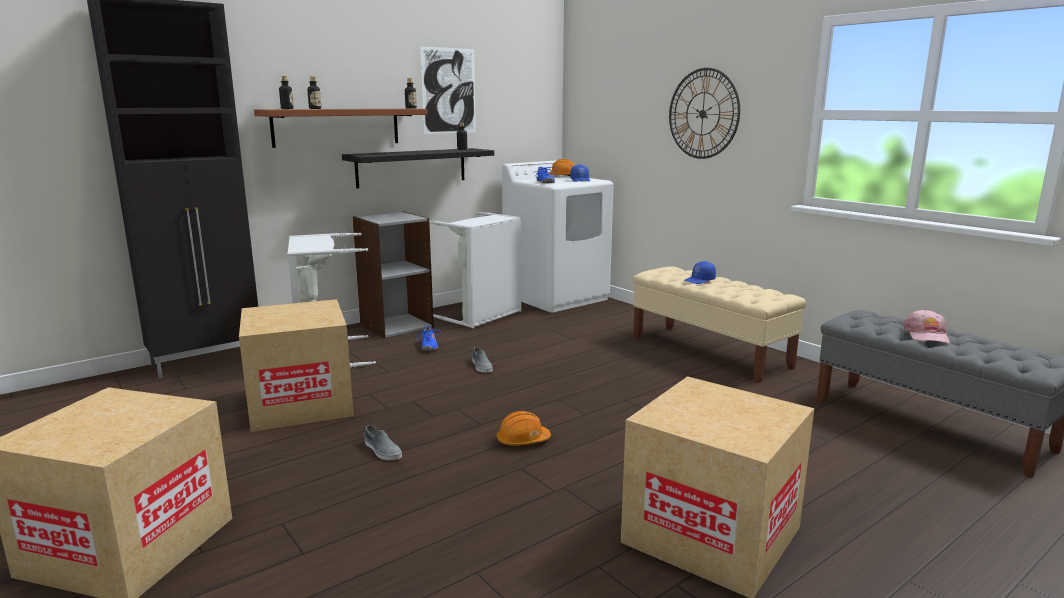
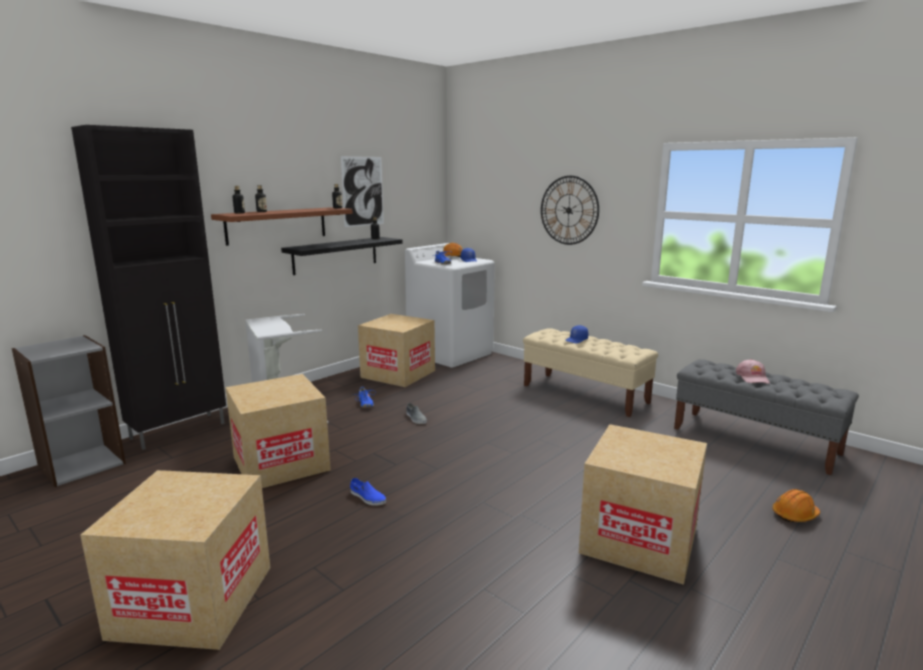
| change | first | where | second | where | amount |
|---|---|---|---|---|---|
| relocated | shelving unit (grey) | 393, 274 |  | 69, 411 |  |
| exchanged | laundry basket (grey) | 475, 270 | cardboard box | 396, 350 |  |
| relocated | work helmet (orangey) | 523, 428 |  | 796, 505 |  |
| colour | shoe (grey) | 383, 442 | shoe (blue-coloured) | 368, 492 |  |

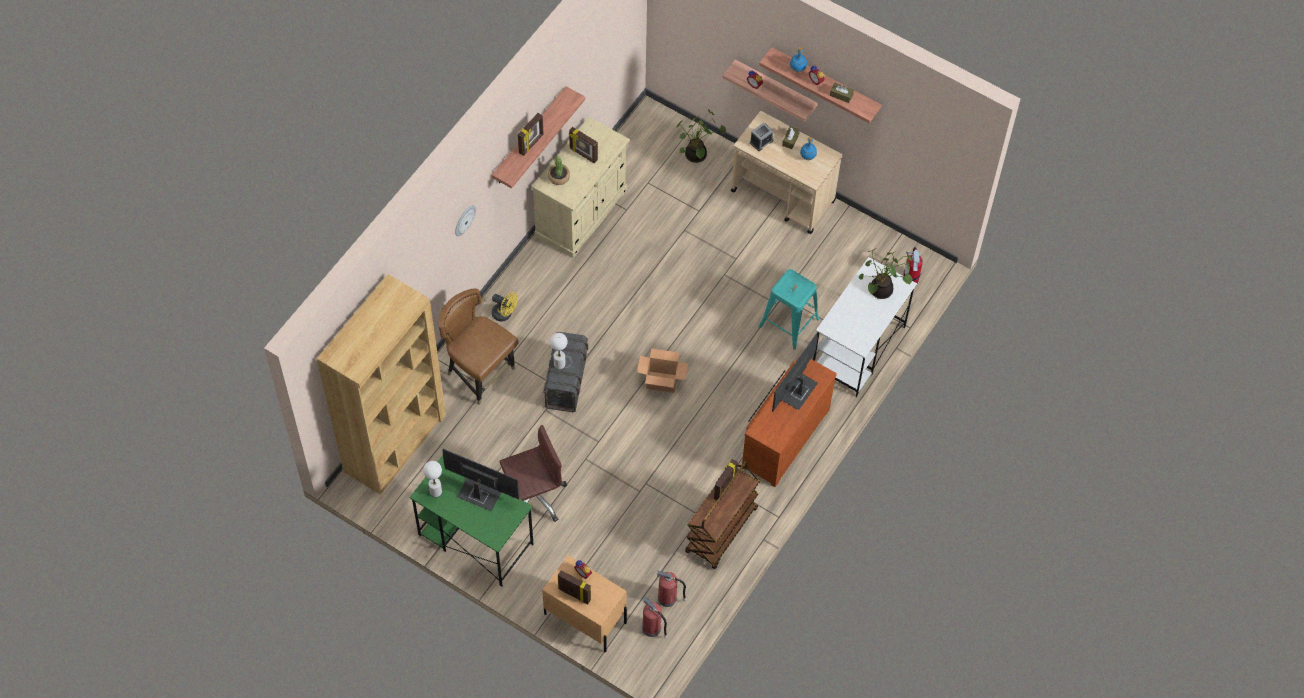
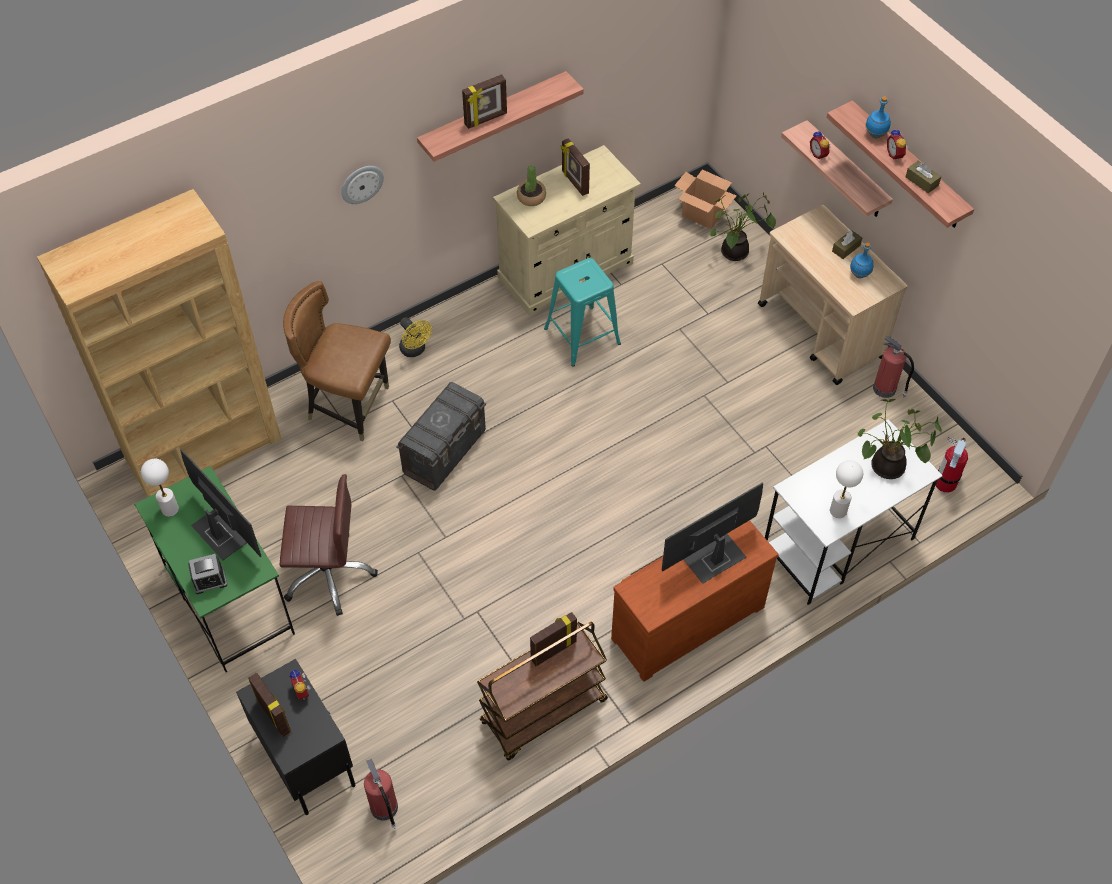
| change | first | where | second | where | amount |
|---|---|---|---|---|---|
| relocated | alarm clock | 761, 137 |  | 207, 574 |  |
| relocated | stool seat (blue-green) | 789, 309 |  | 582, 312 |  |
| spun | upright chair (brown-coloured) | 478, 346 |  | 337, 361 | 45 degrees counterclockwise |
| relocated | lamp for a table (whitish) | 559, 351 |  | 846, 489 |  |
| relocated | cardboard box | 662, 370 |  | 705, 199 |  |
| colour | night table (beige-coloured) | 584, 603 | night table (black-coloured) | 296, 737 |  |
| relocated | fire-fighting cylinder | 671, 589 |  | 893, 367 |  |

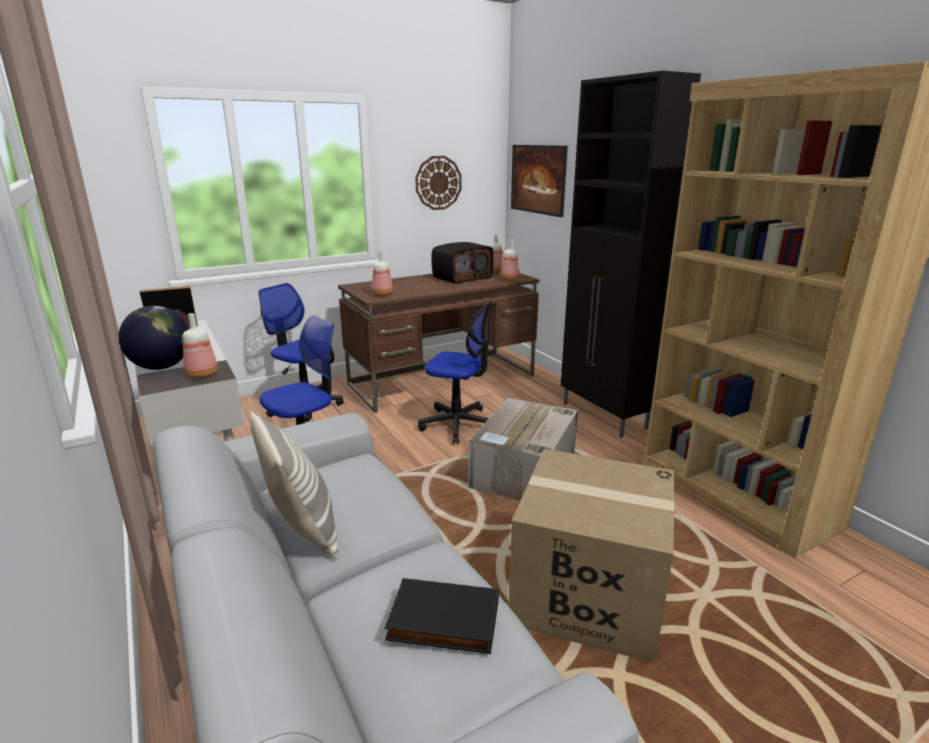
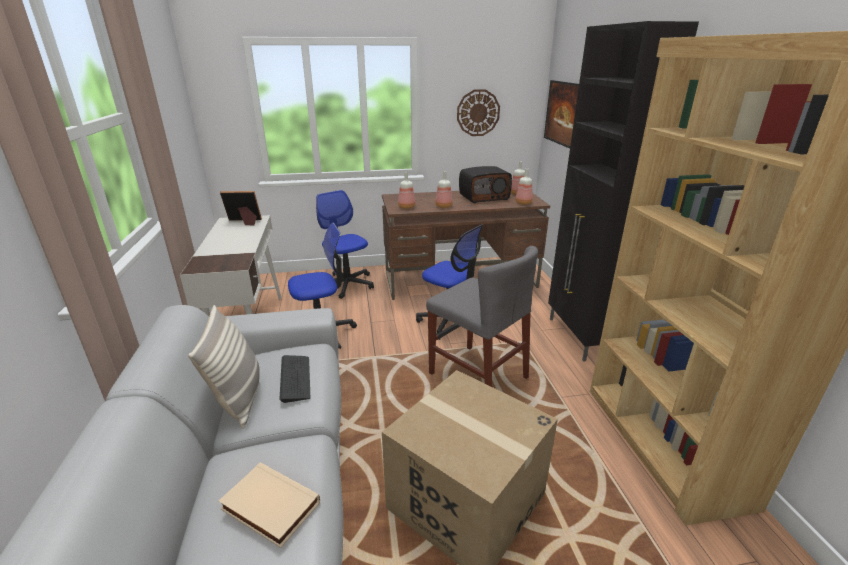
| change | first | where | second | where | amount |
|---|---|---|---|---|---|
| missing | globe | 153, 338 |  |  |  |
| relocated | drink bottle | 200, 346 |  | 444, 189 |  |
| exchanged | cardboard box | 523, 449 | upright chair (grey) | 482, 316 |  |
| colour | bound book (black-coloured) | 441, 616 | bound book (beige-coloured) | 269, 505 |  |
| appeared |  |  | computer keyboard | 294, 379 |  |

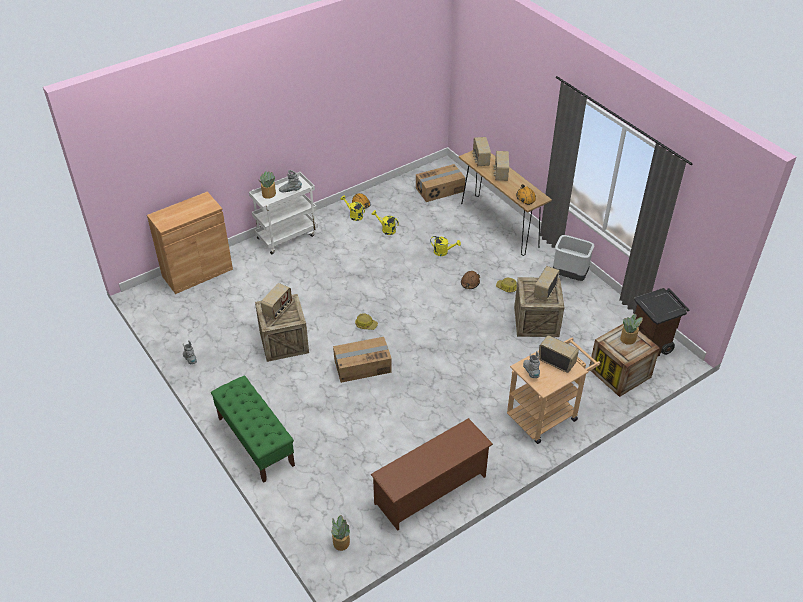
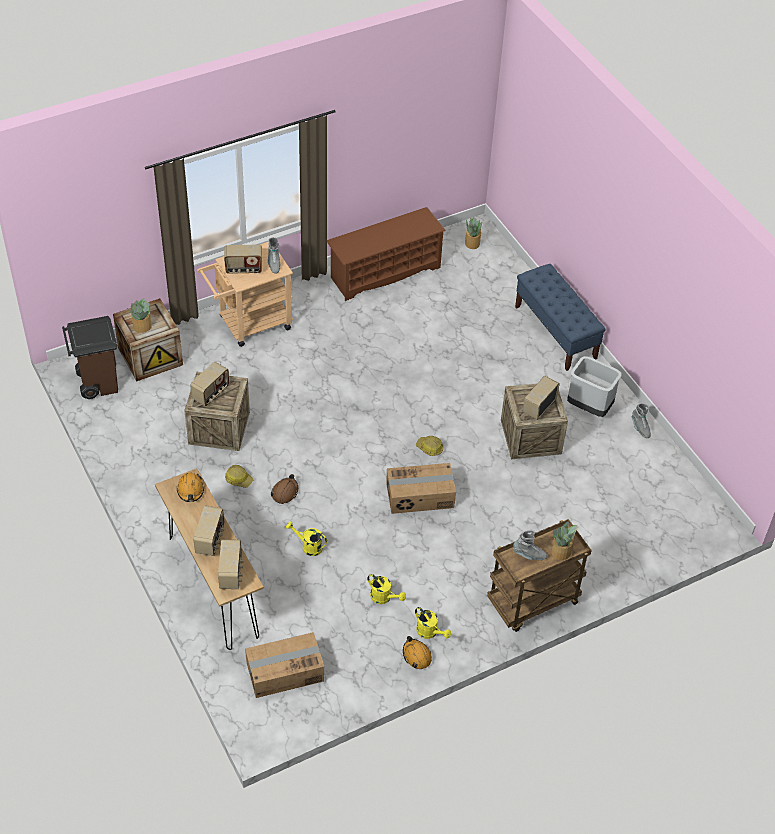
| change | first | where | second | where | amount |
|---|---|---|---|---|---|
| colour | trolley (whitish) | 283, 213 | trolley (brown-coloured) | 539, 575 |  |
| missing | storage cabinet (brown-coloured) | 190, 243 |  |  |  |
| relocated | waste bin (grey) | 573, 258 |  | 594, 386 |  |
| spun | radio set | 558, 354 |  | 243, 259 | 45 degrees counterclockwise |
| relocated | cardboard box | 362, 360 |  | 421, 488 |  |
| colour | bench (green) | 253, 429 | bench (blue-coloured) | 560, 317 |  |

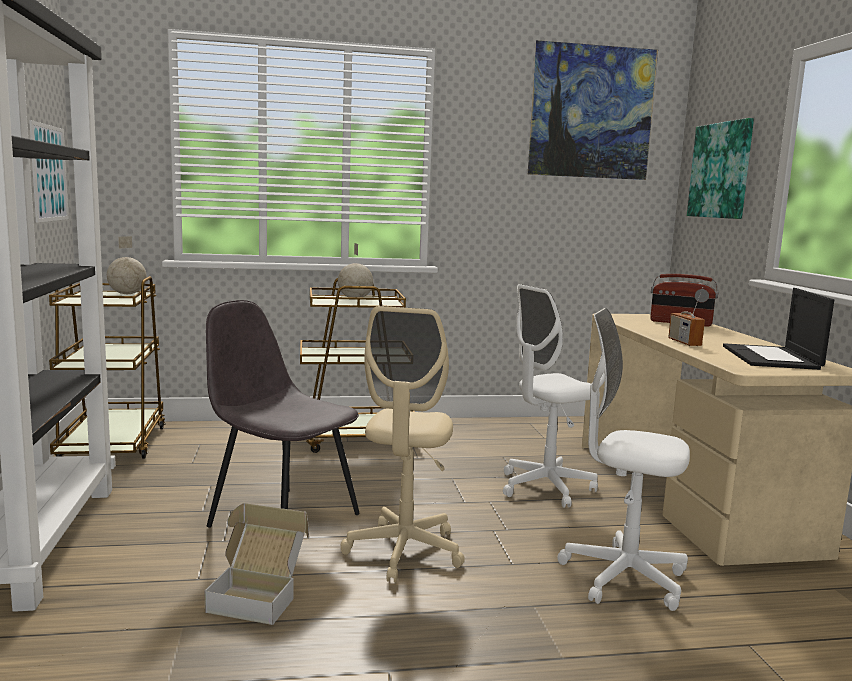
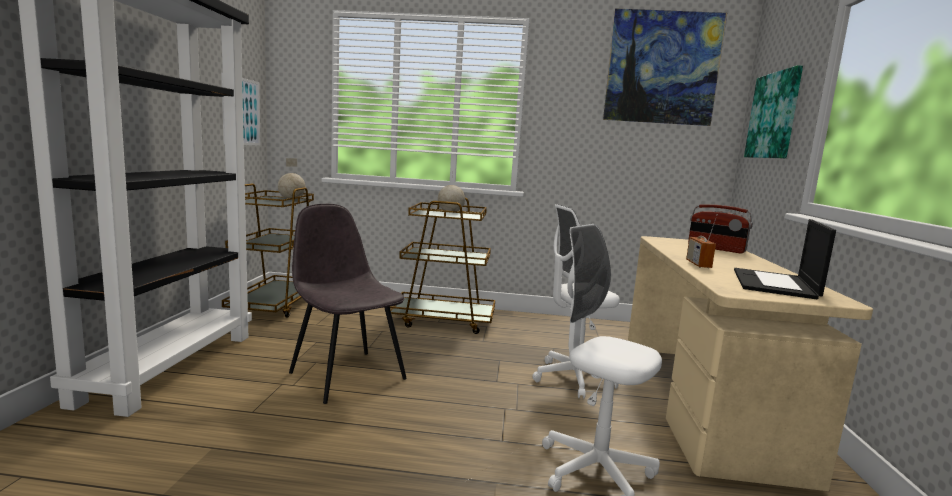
| change | first | where | second | where | amount |
|---|---|---|---|---|---|
| missing | desk chair (beige-coloured) | 403, 444 |  |  |  |
| missing | cardboard box | 256, 564 |  |  |  |

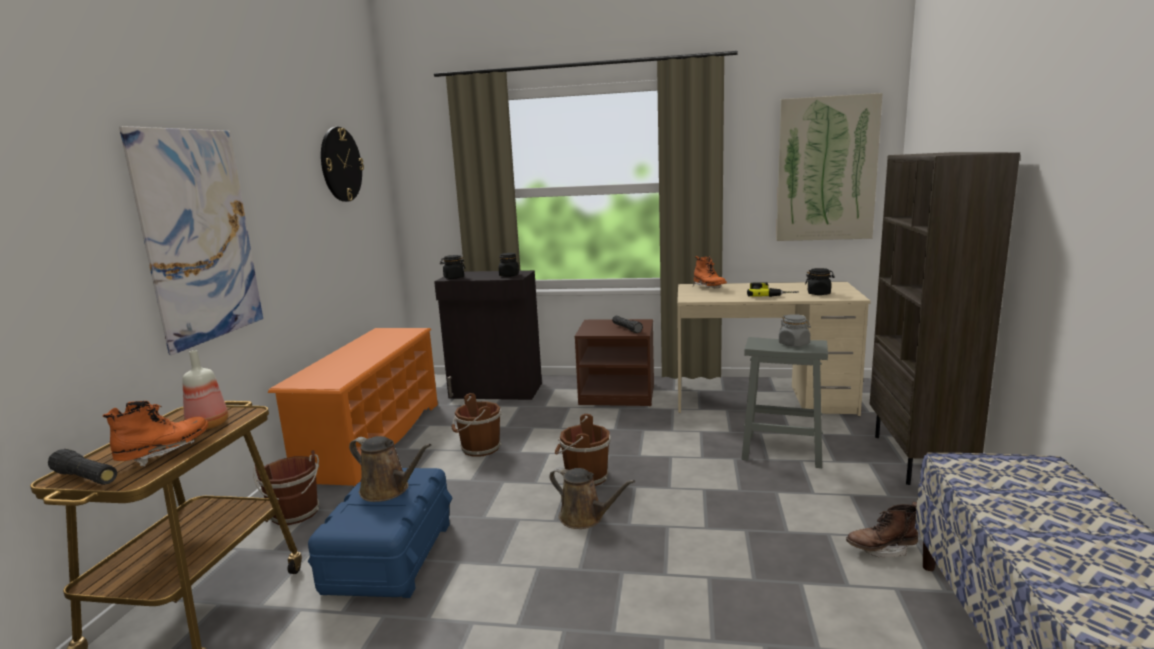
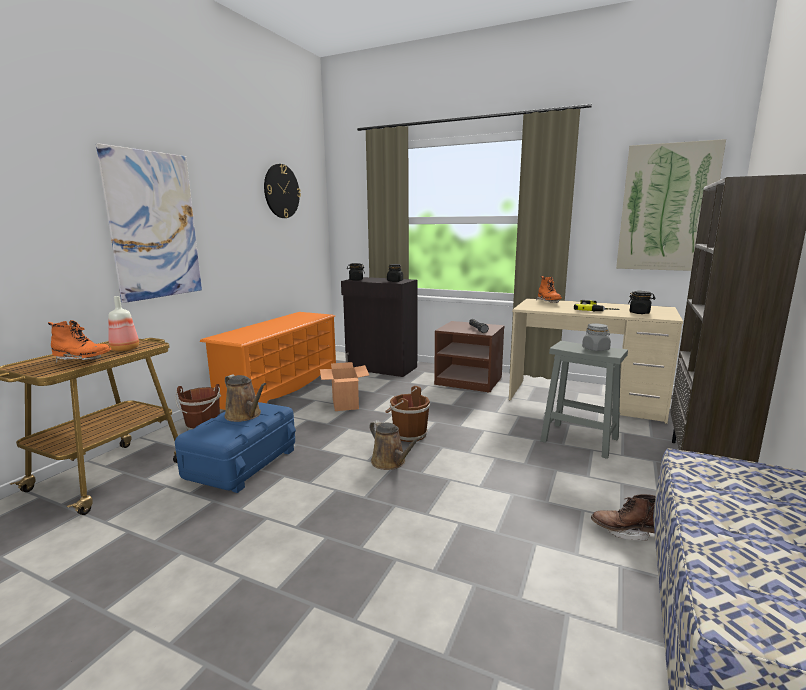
| change | first | where | second | where | amount |
|---|---|---|---|---|---|
| exchanged | pail (brown-coloured) | 476, 425 | cardboard box | 344, 386 |  |
| spun | boot (orangey) | 155, 434 |  | 80, 341 | 45 degrees clockwise |
| missing | hand torch (black-coloured) | 82, 467 |  |  |  |

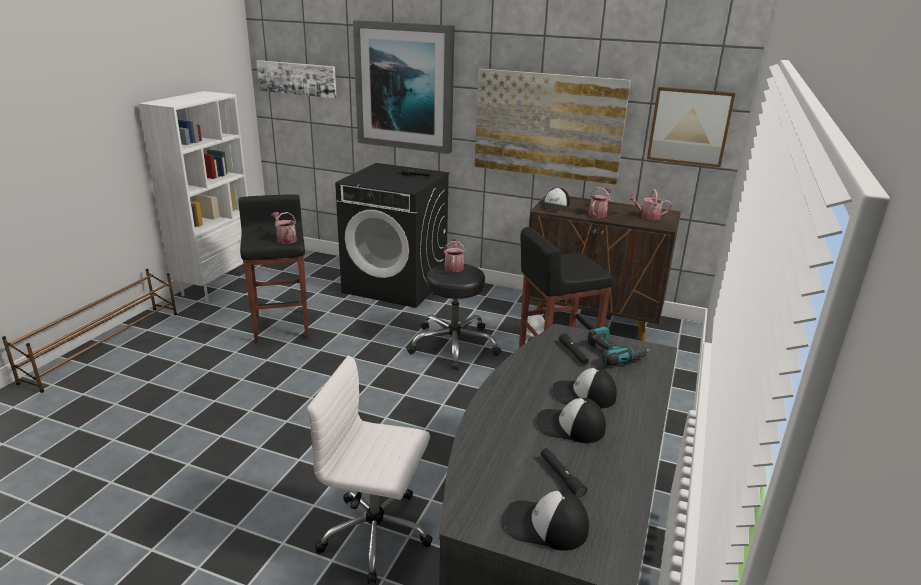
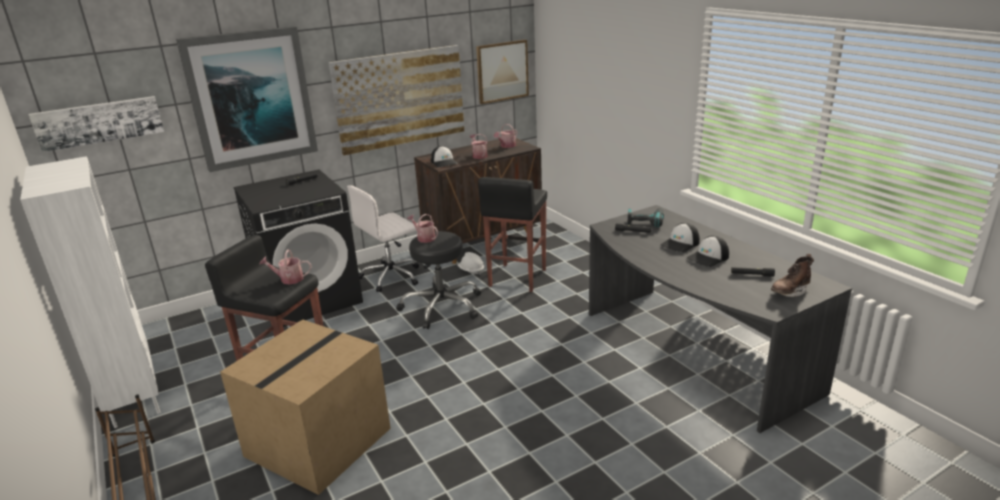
| change | first | where | second | where | amount |
|---|---|---|---|---|---|
| relocated | desk chair (whitish) | 370, 470 |  | 383, 238 |  |
| exchanged | cap | 546, 520 | boot (brown-coloured) | 792, 275 |  |
| appeared |  |  | cardboard box | 305, 407 |  |

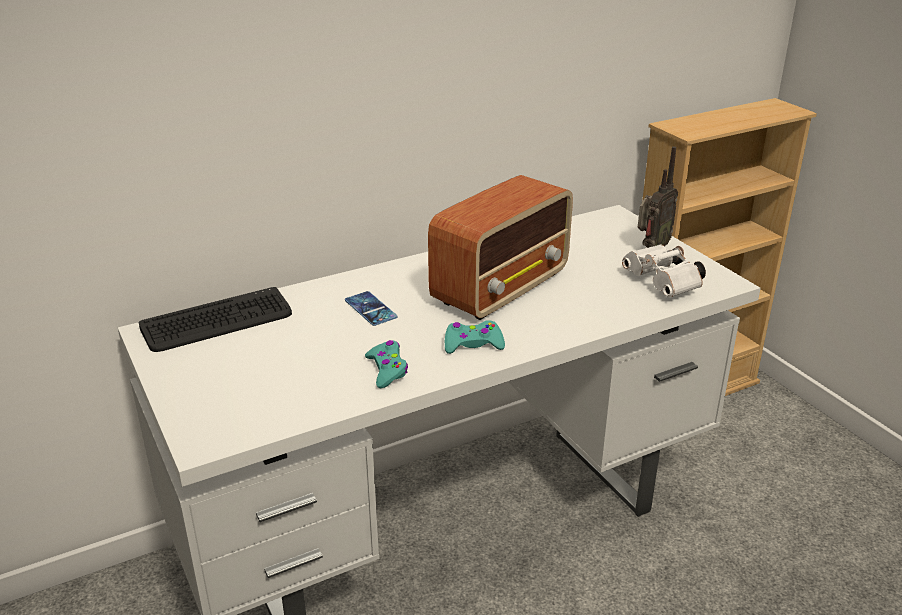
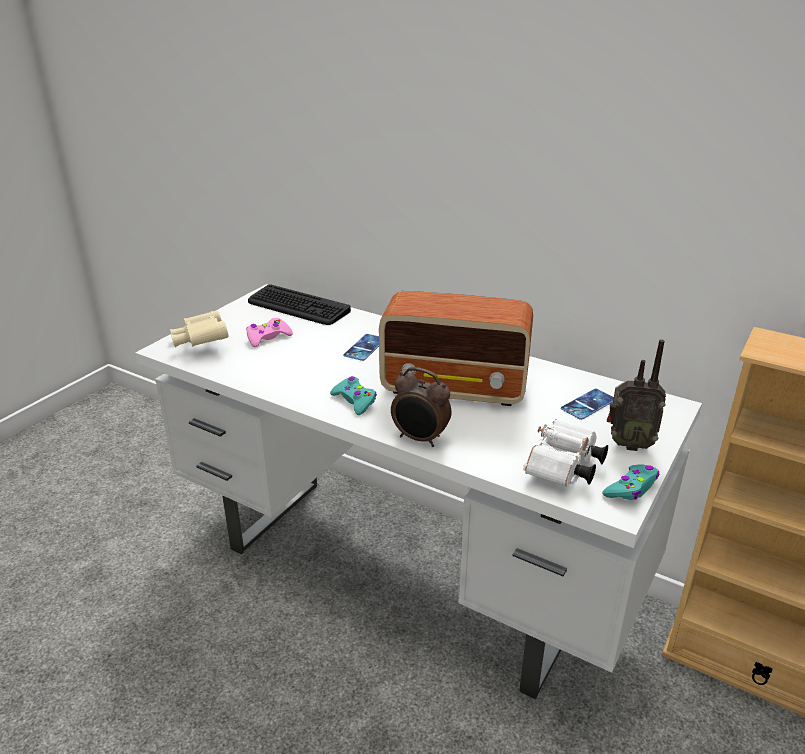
| change | first | where | second | where | amount |
|---|---|---|---|---|---|
| relocated | joypad (blue-green) | 386, 364 |  | 630, 482 |  |
| appeared |  |  | pair of binoculars (beige-coloured) | 199, 329 |  |
| appeared |  |  | joypad (pink) | 269, 332 |  |
| appeared |  |  | alarm clock | 421, 407 |  |
| appeared |  |  | handset | 587, 404 |  |

